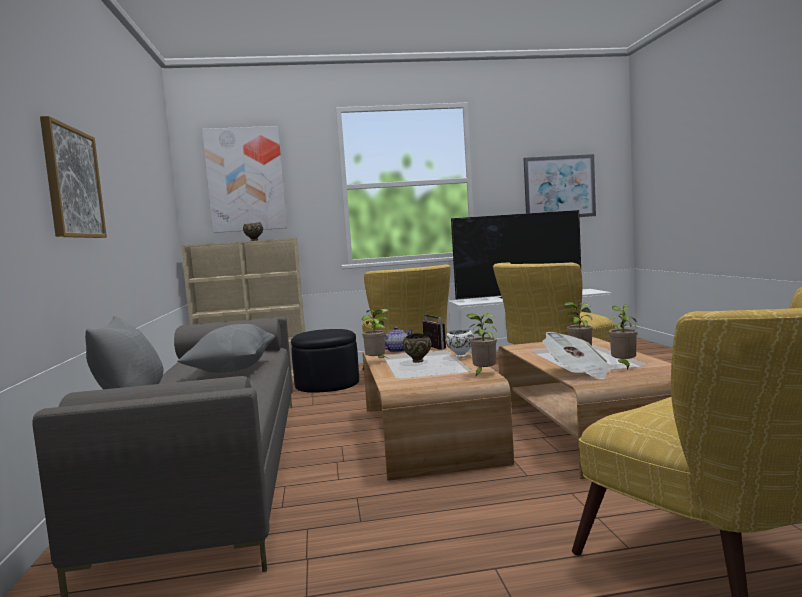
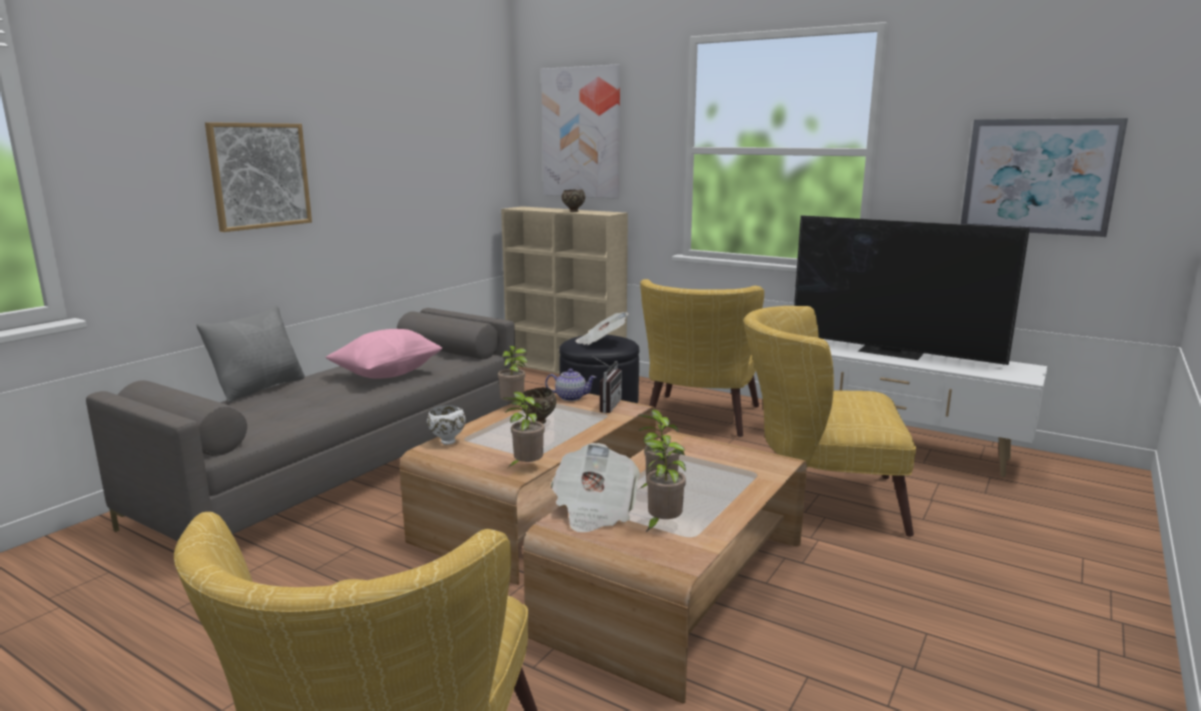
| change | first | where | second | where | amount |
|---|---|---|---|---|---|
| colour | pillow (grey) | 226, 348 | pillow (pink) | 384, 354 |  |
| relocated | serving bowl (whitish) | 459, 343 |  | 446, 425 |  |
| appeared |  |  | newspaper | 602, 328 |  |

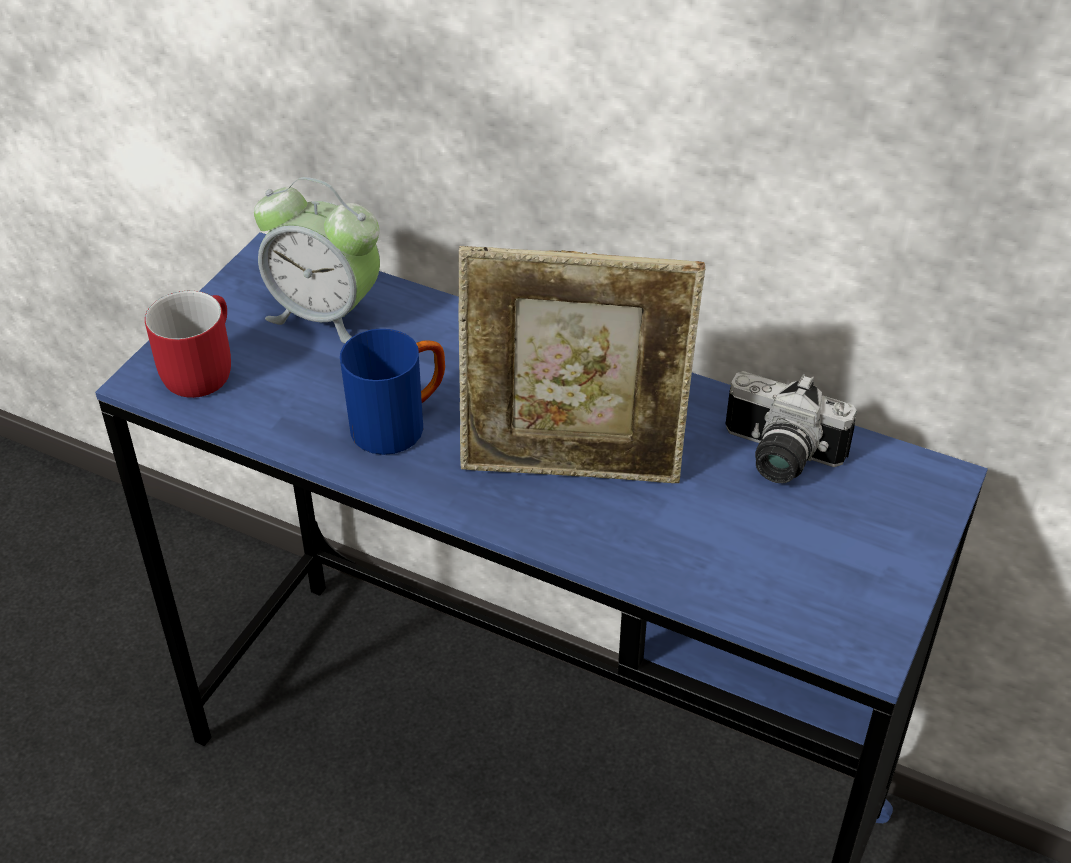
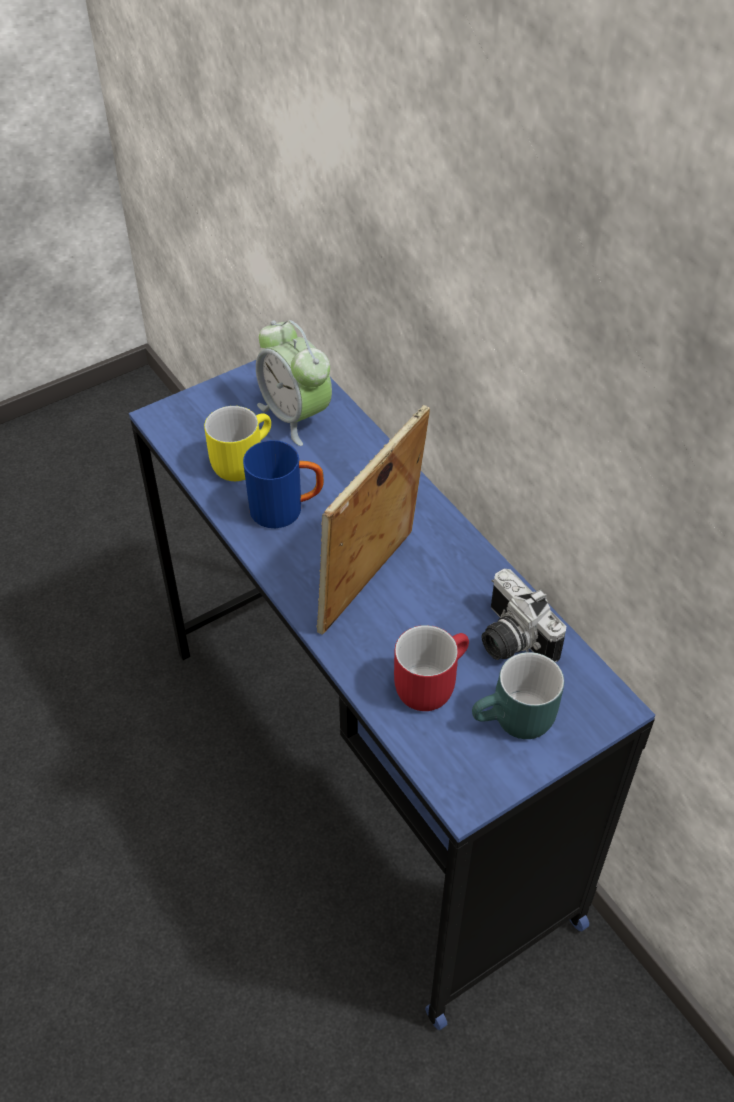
| change | first | where | second | where | amount |
|---|---|---|---|---|---|
| spun | picture frame | 582, 364 |  | 373, 520 | 90 degrees clockwise |
| relocated | tea mug (reddish) | 188, 344 |  | 431, 668 |  |
| appeared |  |  | tea mug (yellowish) | 237, 443 |  |
| appeared |  |  | tea mug (blue-green) | 518, 695 |  |

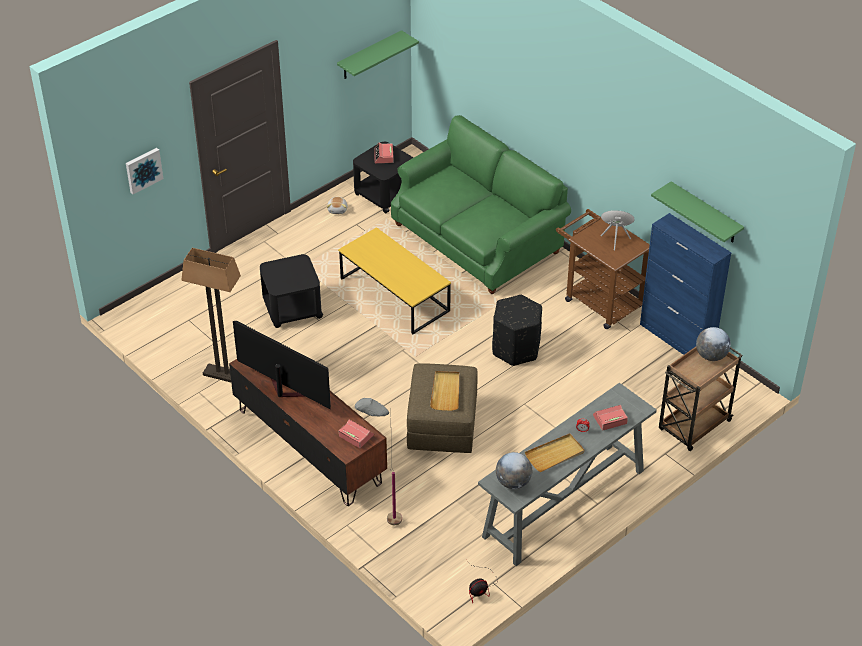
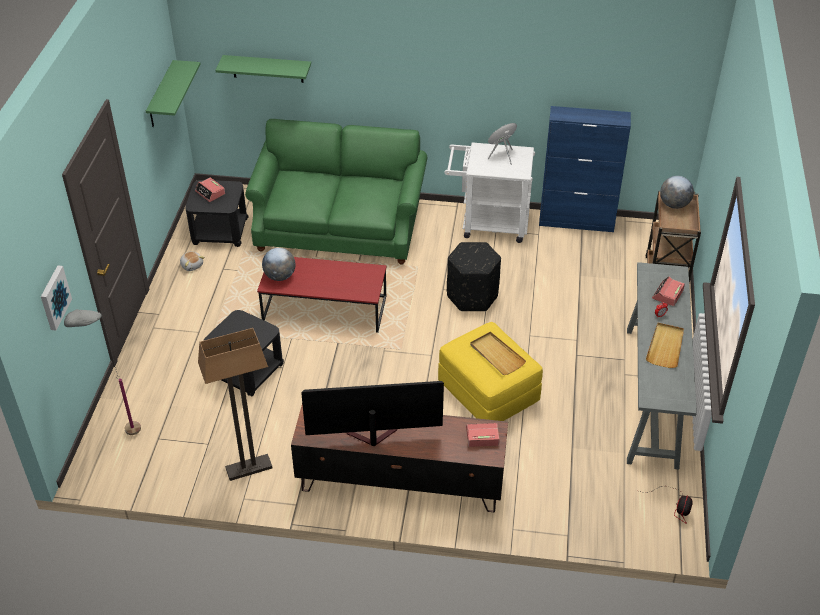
| change | first | where | second | where | amount |
|---|---|---|---|---|---|
| relocated | shelf (green) | 697, 212 |  | 263, 69 |  |
| colour | trolley (brown-coloured) | 603, 269 | trolley (whitish) | 489, 192 |  |
| colour | lounge table (yellowish) | 394, 280 | lounge table (reddish) | 322, 295 |  |
| colour | pouffe (brown-coloured) | 442, 408 | pouffe (yellowish) | 490, 371 |  |
| relocated | floor lamp (grey) | 378, 462 |  | 102, 372 |  |
| relocated | globe | 514, 470 |  | 278, 264 |  |

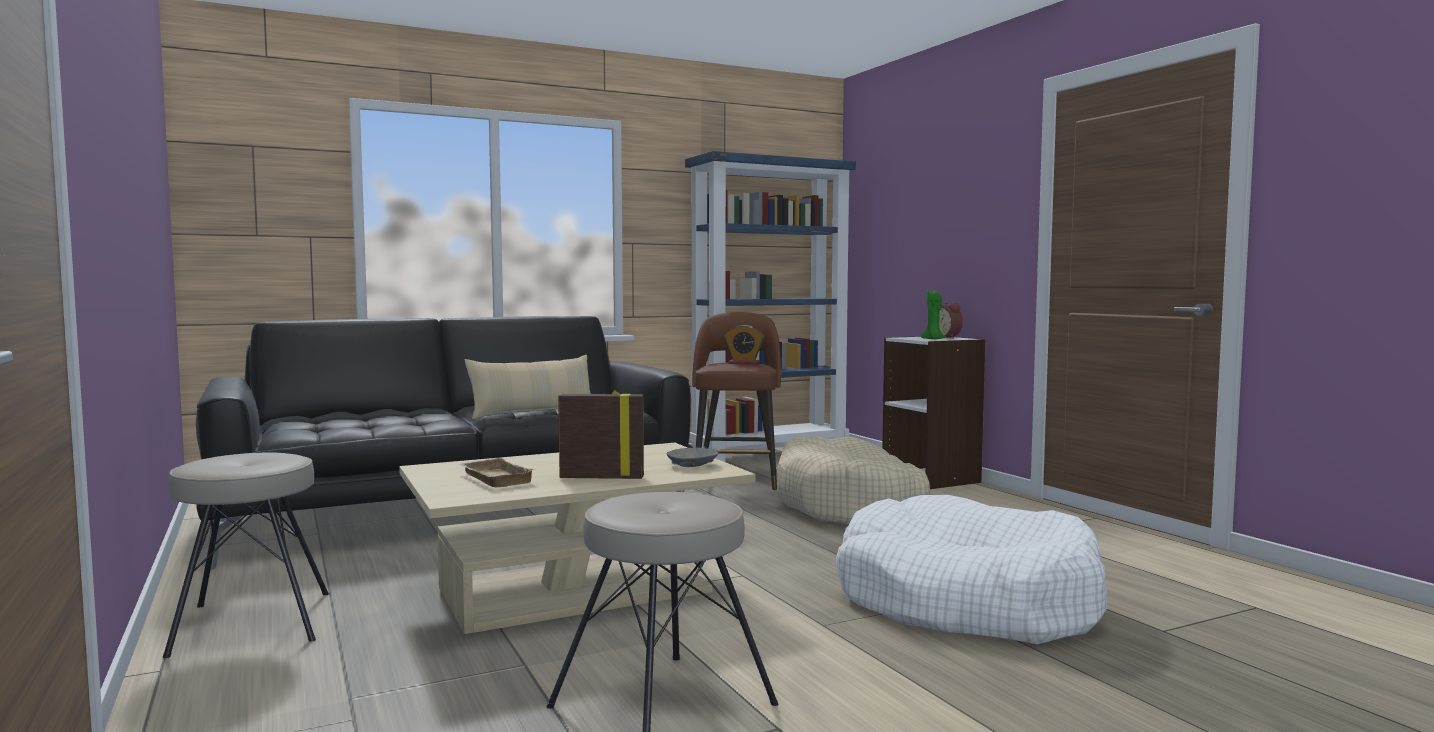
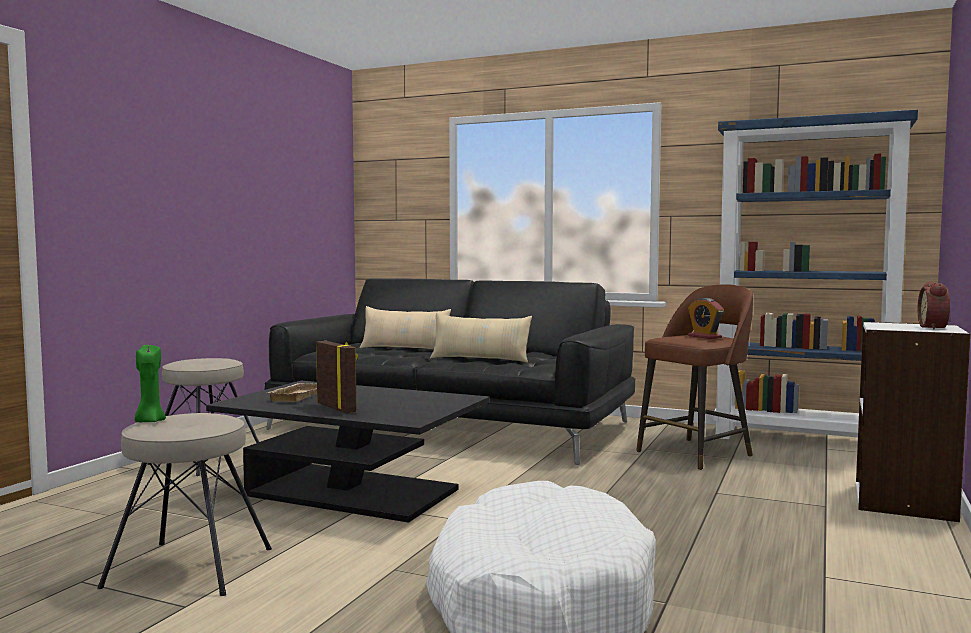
| change | first | where | second | where | amount |
|---|---|---|---|---|---|
| relocated | wax candle (green) | 933, 314 |  | 150, 383 |  |
| missing | dog cushion (beige-coloured) | 854, 480 |  |  |  |
| colour | lounge table (beige-coloured) | 577, 538 | lounge table (black-coloured) | 348, 452 |  |
| missing | serving bowl (grey) | 692, 457 |  |  |  |
| appeared |  |  | pillow (beige-coloured) | 405, 328 |  |

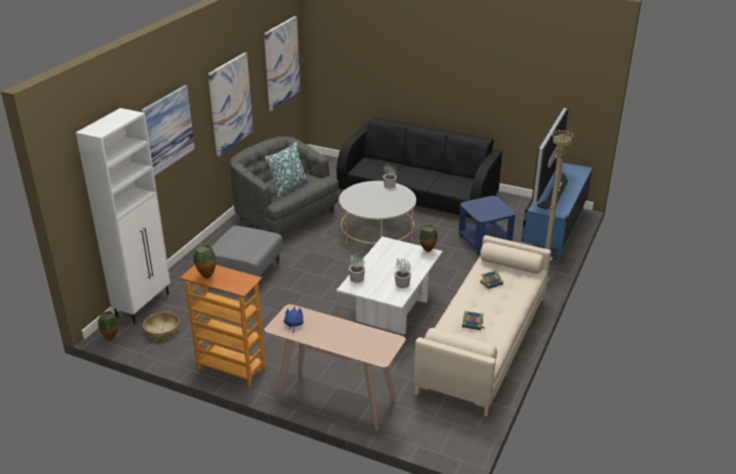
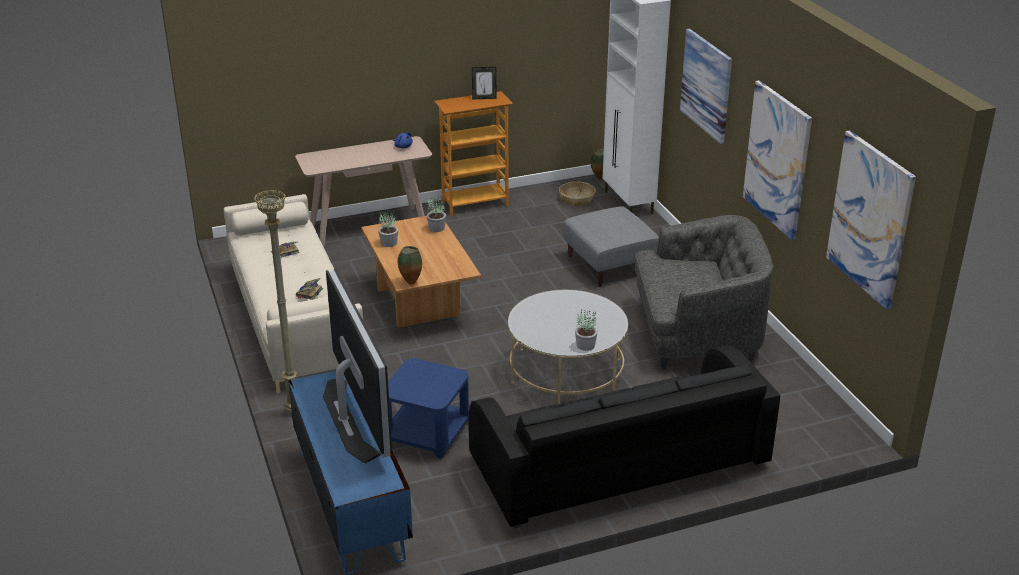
| change | first | where | second | where | amount |
|---|---|---|---|---|---|
| missing | pillow | 287, 170 |  |  |  |
| colour | lounge table (whitish) | 390, 285 | lounge table (brown-coloured) | 421, 272 |  |
| exchanged | flower vase | 205, 262 | picture frame | 484, 83 |  |

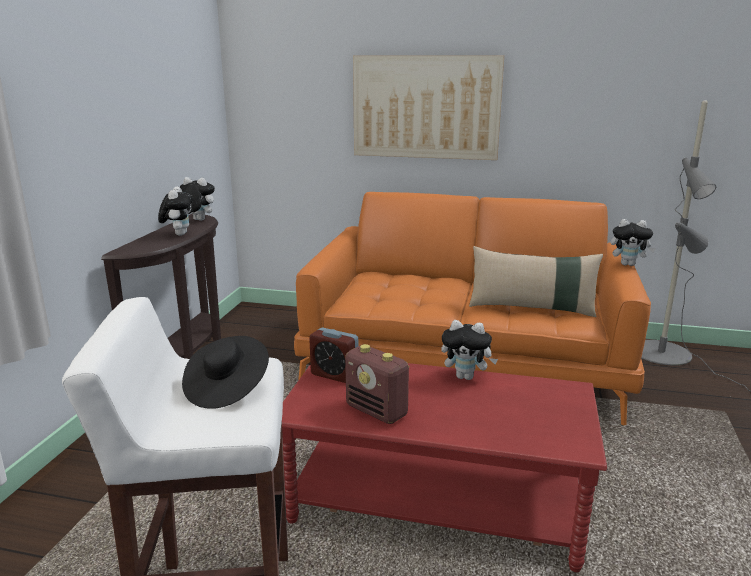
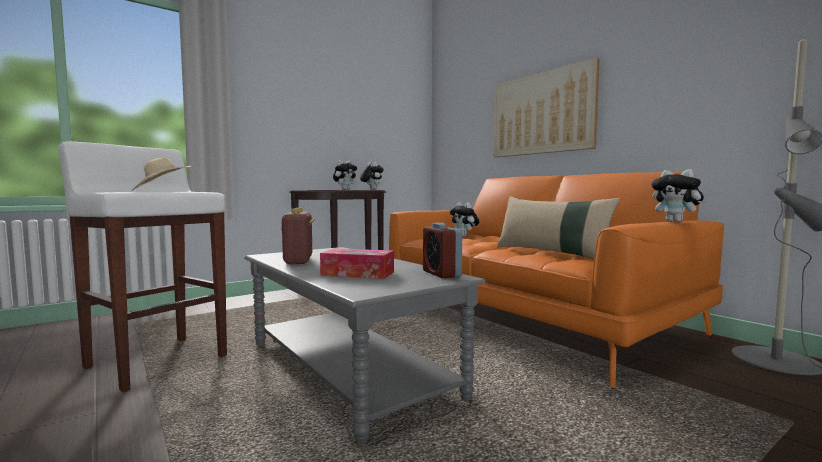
| change | first | where | second | where | amount |
|---|---|---|---|---|---|
| relocated | plush toy | 469, 350 |  | 464, 219 |  |
| relocated | alarm clock | 333, 355 |  | 442, 250 |  |
| colour | wearable hat (black-coloured) | 225, 372 | wearable hat (beige-coloured) | 161, 174 |  |
| colour | lounge table (reddish) | 444, 467 | lounge table (grey) | 364, 345 |  |
| appeared |  |  | tissue holder | 357, 263 |  |

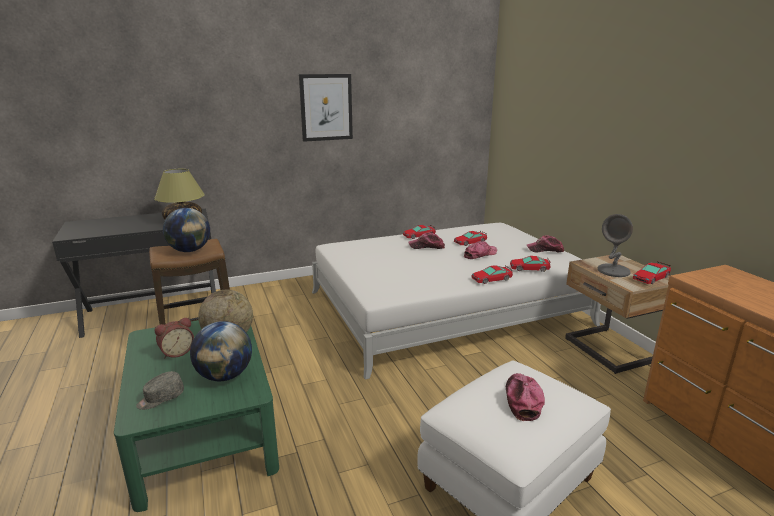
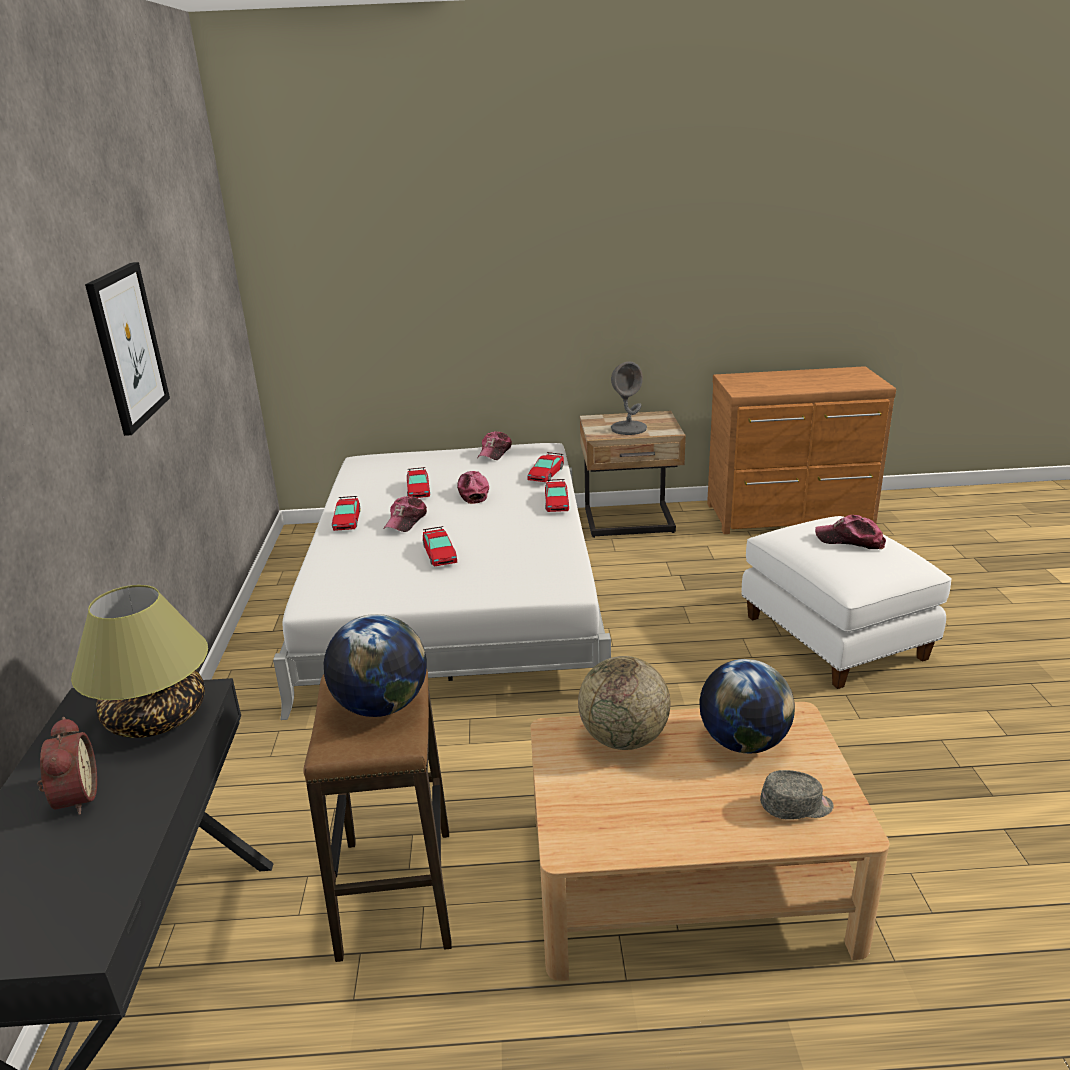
| change | first | where | second | where | amount |
|---|---|---|---|---|---|
| relocated | toy car | 651, 272 |  | 440, 546 |  |
| relocated | alarm clock | 174, 338 |  | 67, 766 |  |
| colour | lounge table (green) | 196, 416 | lounge table (beige-coloured) | 710, 841 |  |
| spun | cap (grey) | 160, 390 |  | 797, 795 | 75 degrees counterclockwise |

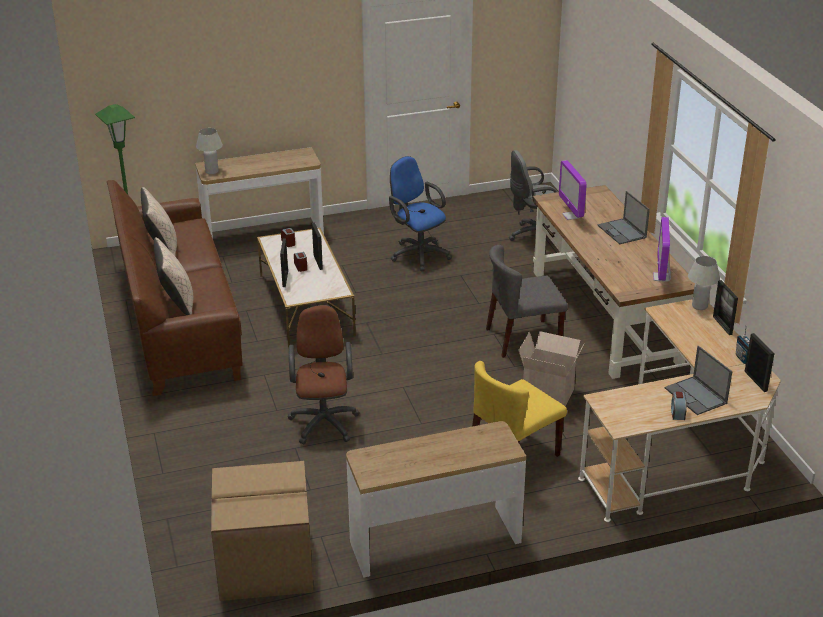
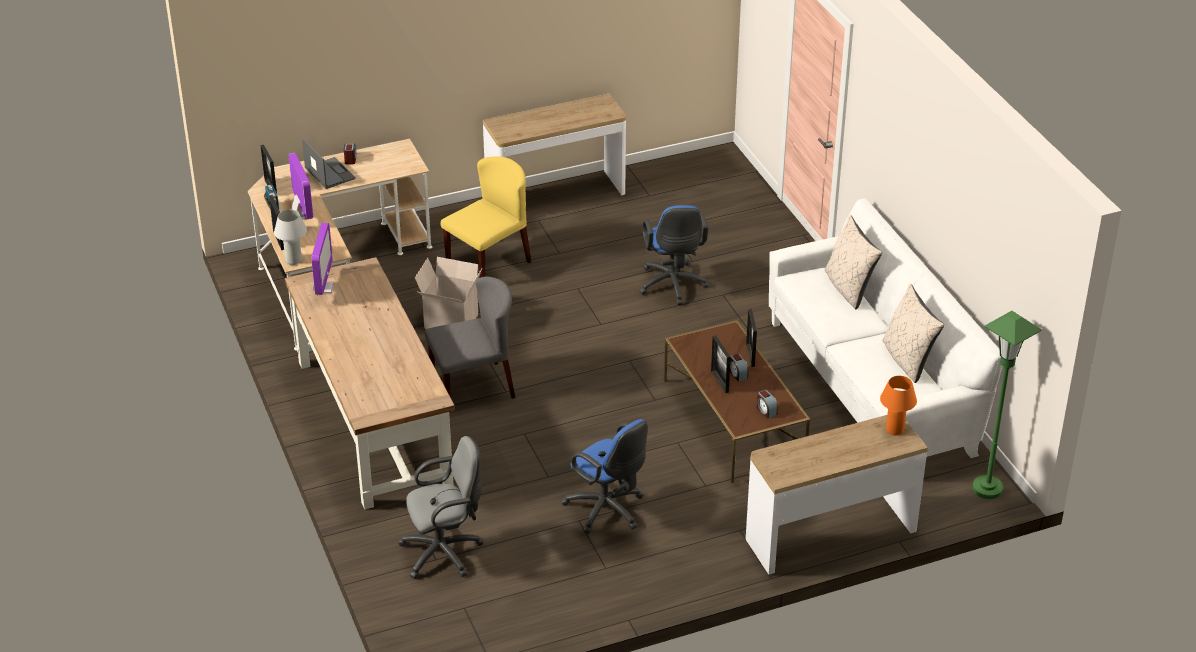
| change | first | where | second | where | amount |
|---|---|---|---|---|---|
| colour | lamp for a table (whitish) | 209, 151 | lamp for a table (orangey) | 898, 405 |  |
| relocated | computer display | 573, 190 |  | 300, 186 |  |
| colour | settee (brown-coloured) | 175, 288 | settee (whitish) | 885, 328 |  |
| missing | notebook computer | 624, 217 |  |  |  |
| colour | lounge table (whitish) | 306, 288 | lounge table (brown-coloured) | 737, 401 |  |
| colour | desk chair (brown-coloured) | 323, 374 | desk chair (blue-coloured) | 674, 255 |  |
| missing | cardboard box | 262, 531 |  |  |  |

